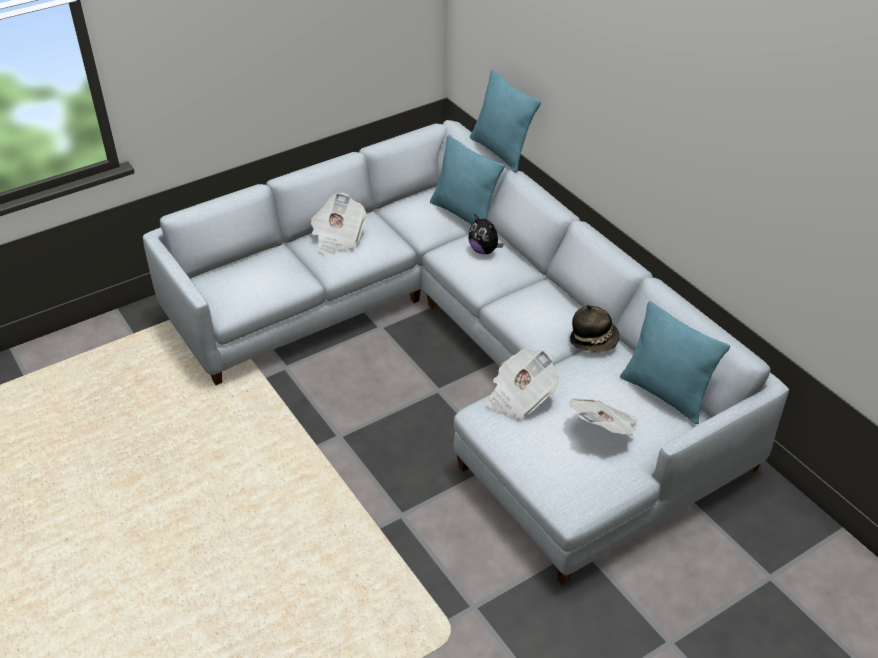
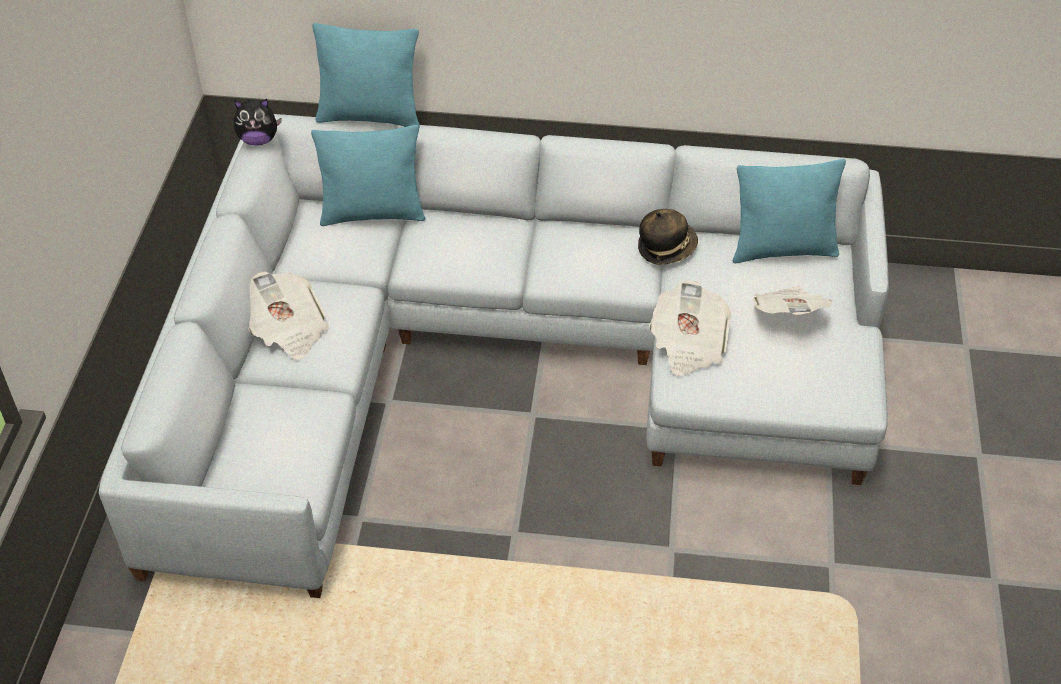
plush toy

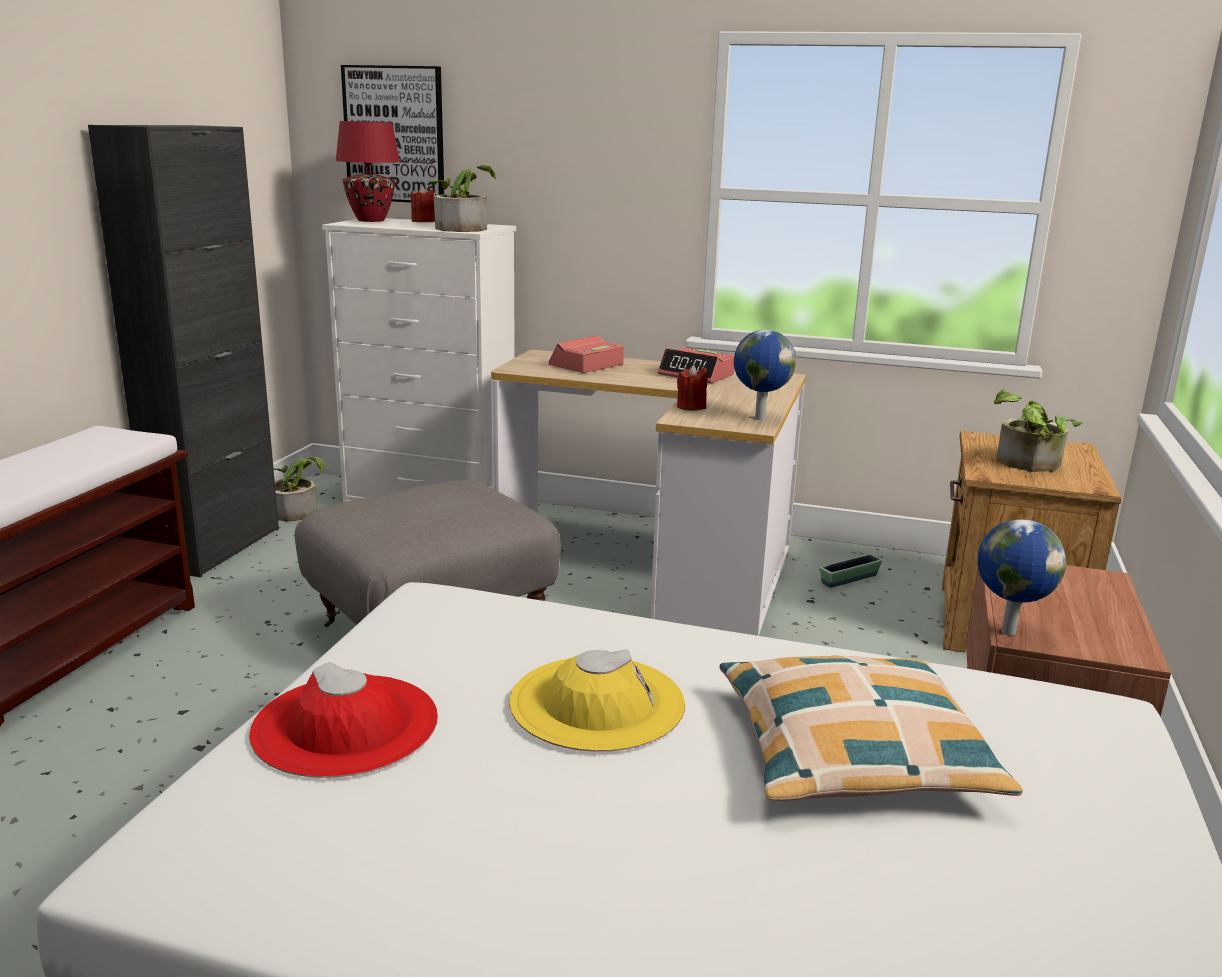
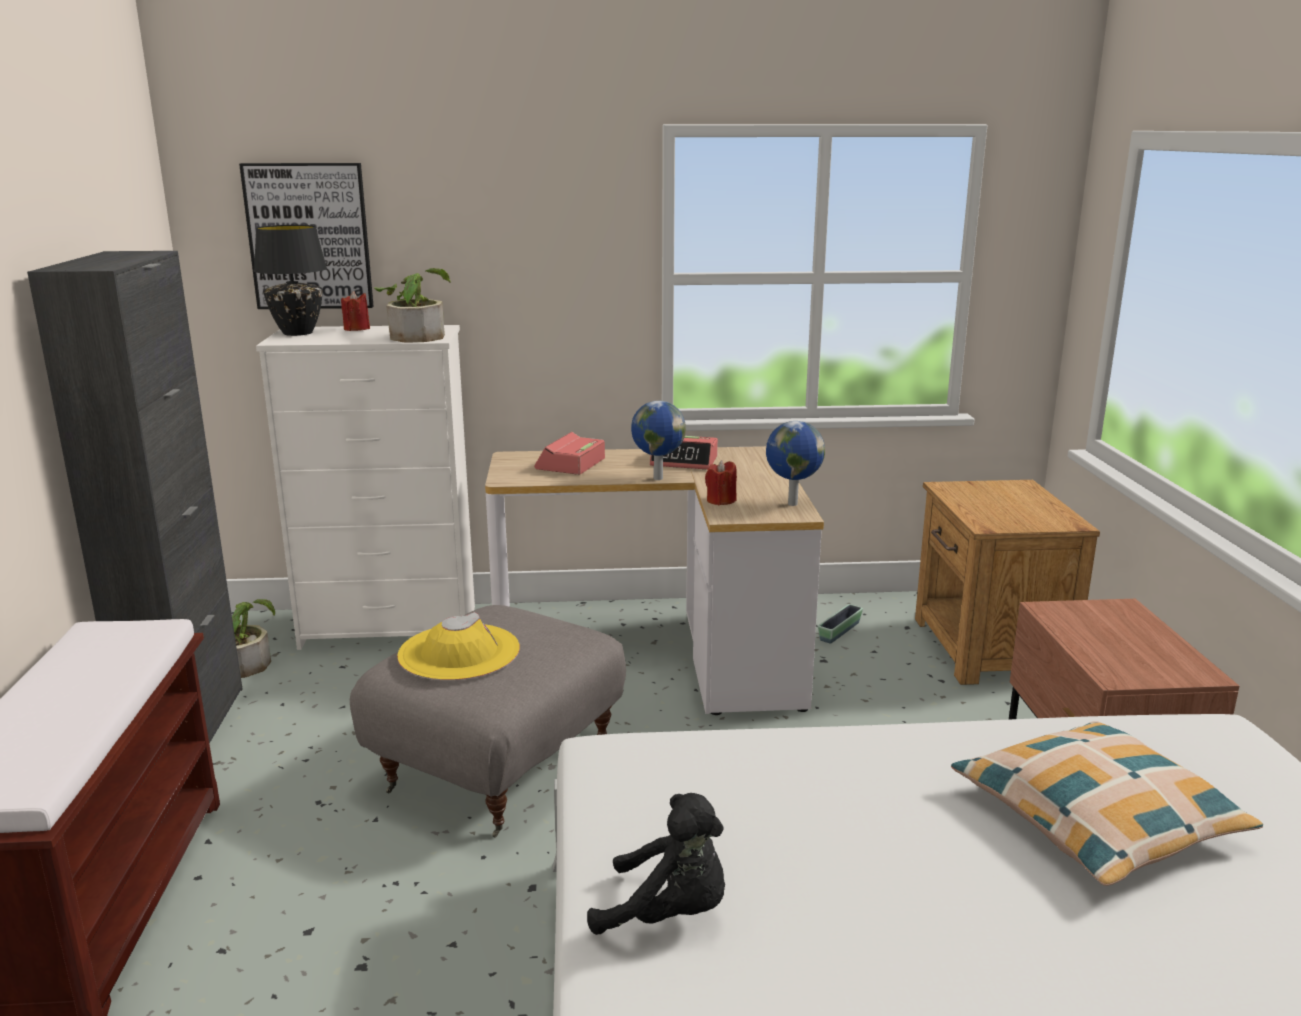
tabletop lamp (black); hat (yellow-coloured); plush toy (black); world globe (1st from left); houseplant (3rd from left in the first image)

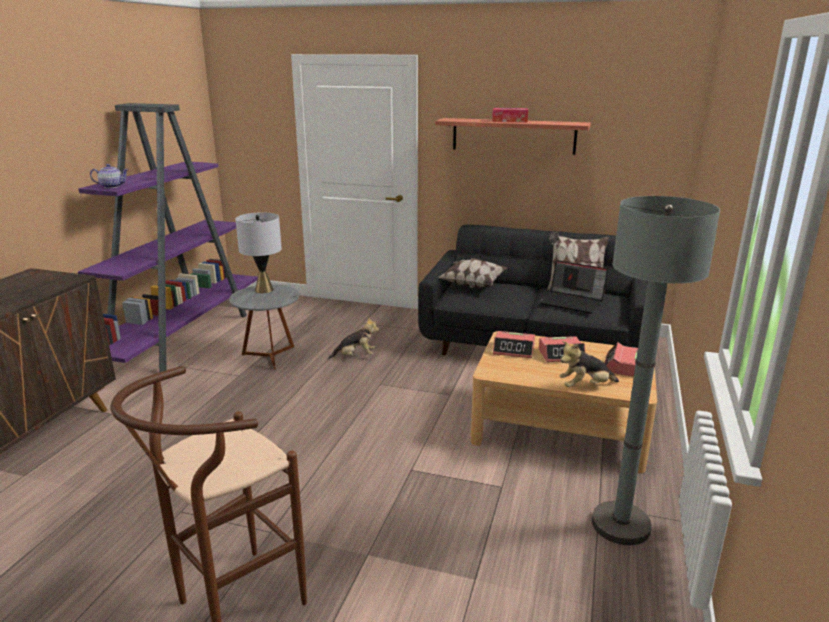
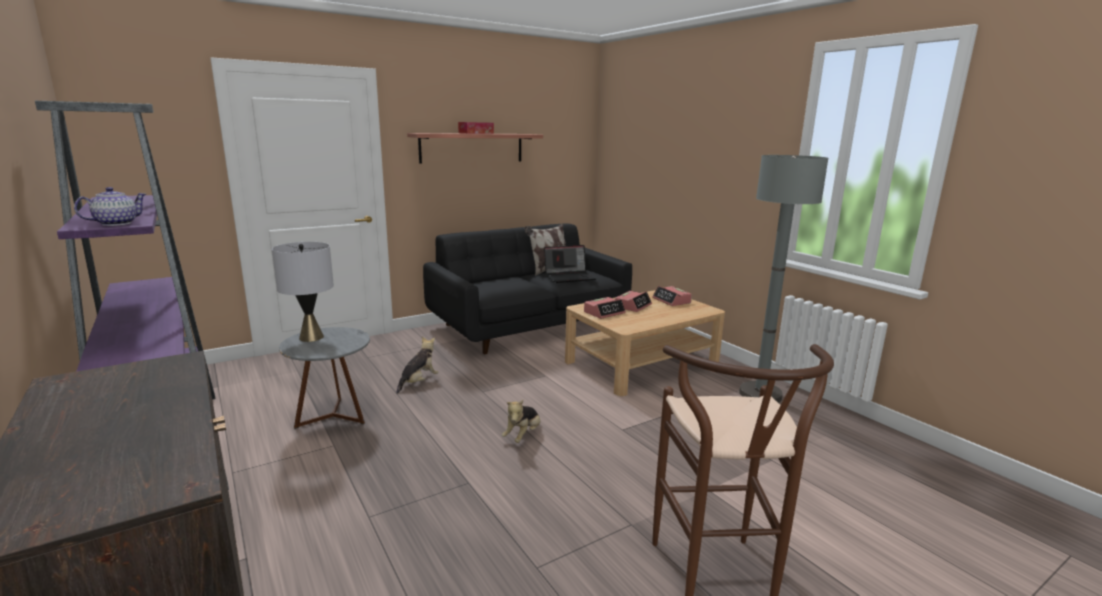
plush toy (2nd from left); cushion (1st from left in the first image)

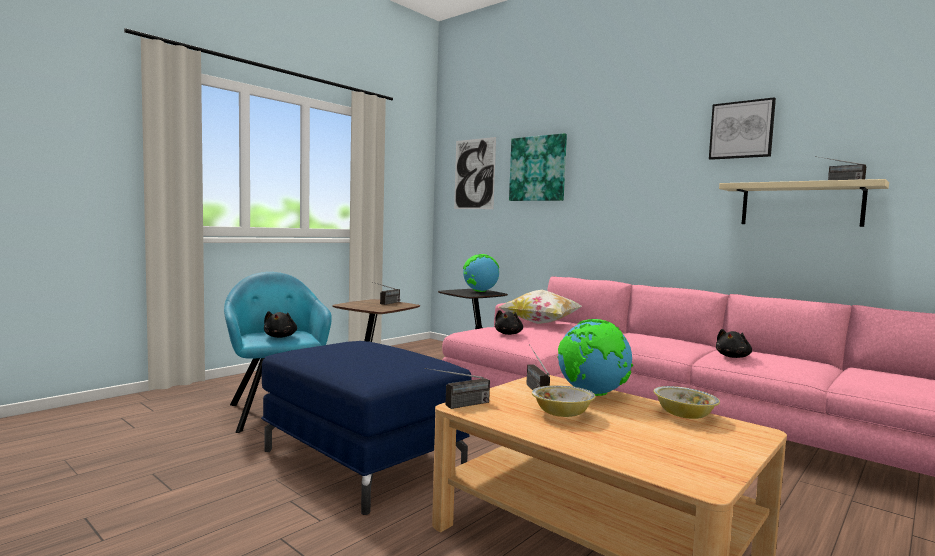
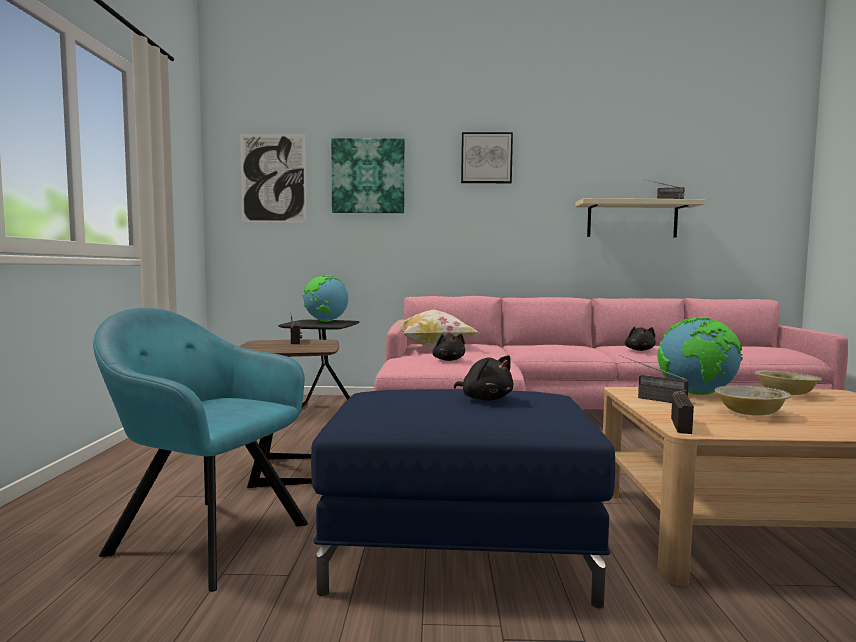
plush toy (black) (2nd from left); wall art (3rd from left)

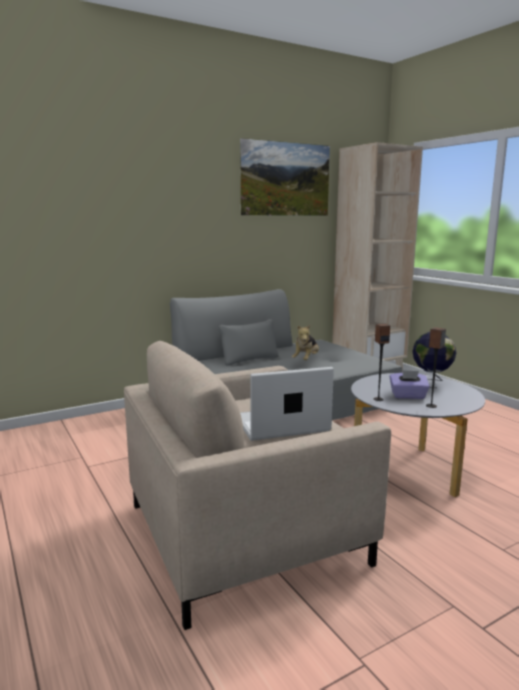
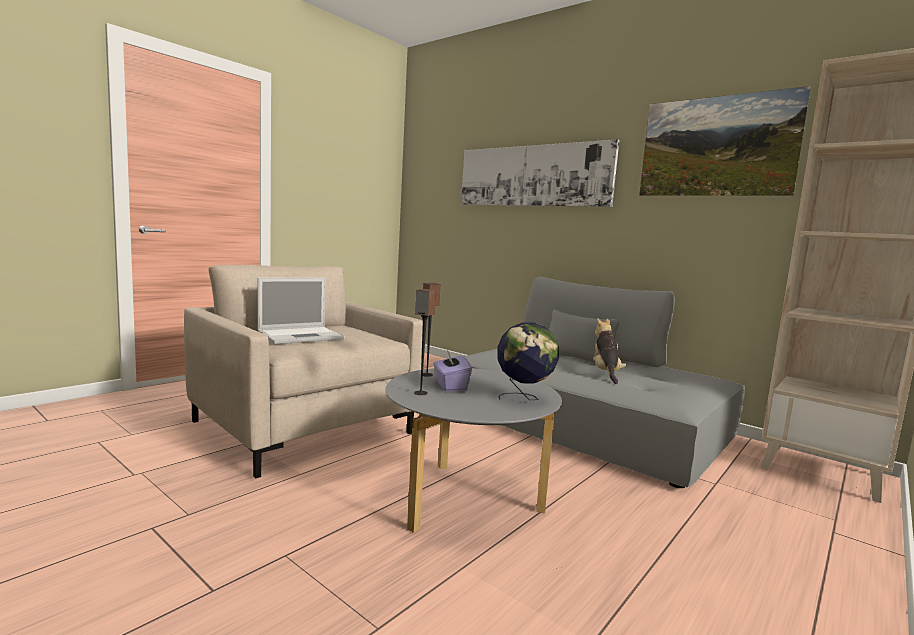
portable computer; wall art (1st from left); plush toy

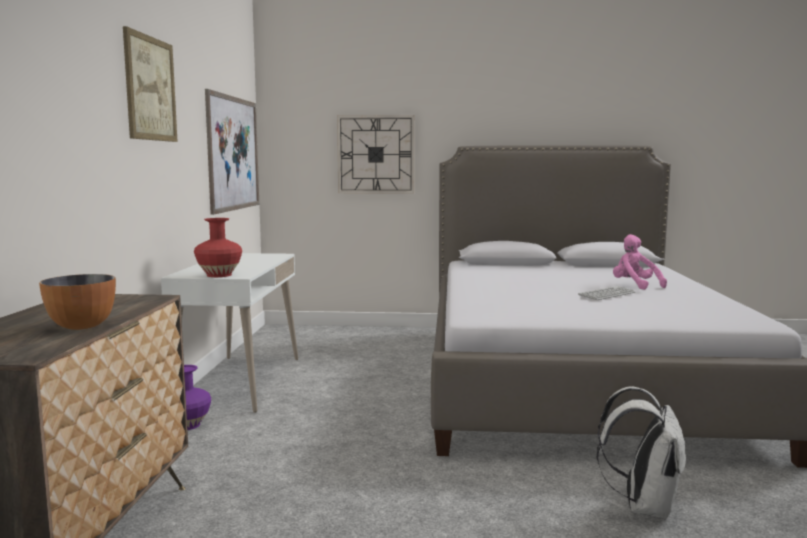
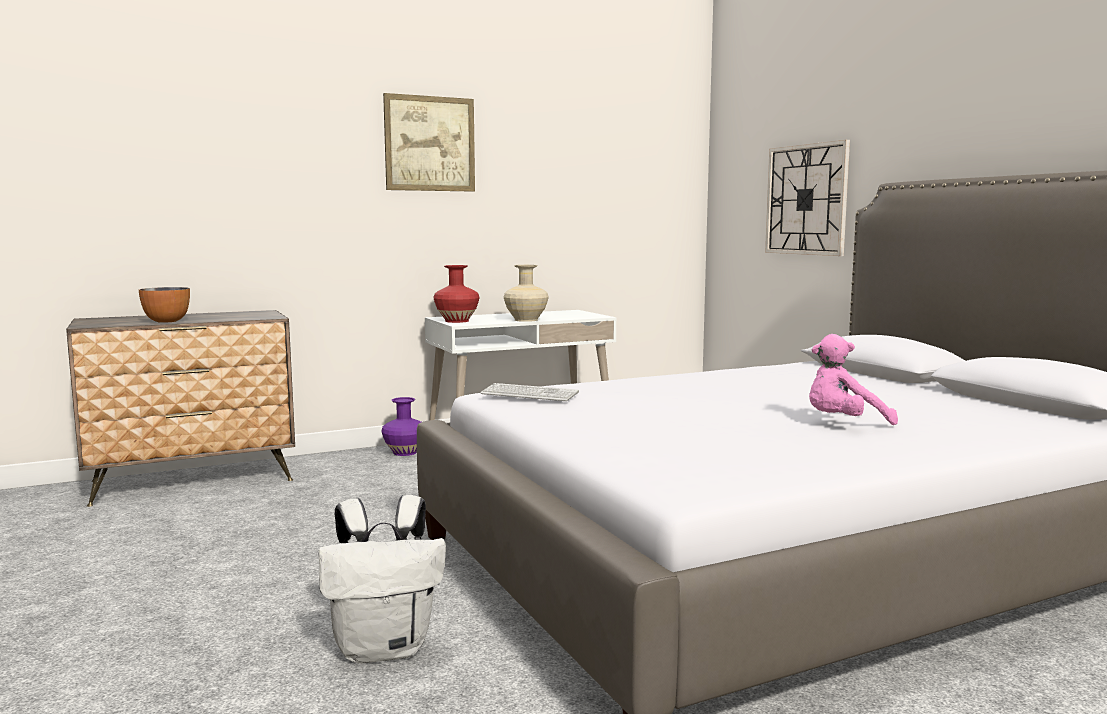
computer keyboard; decorative vase (beige); plush toy (pink); wall art (2nd from left in the first image)

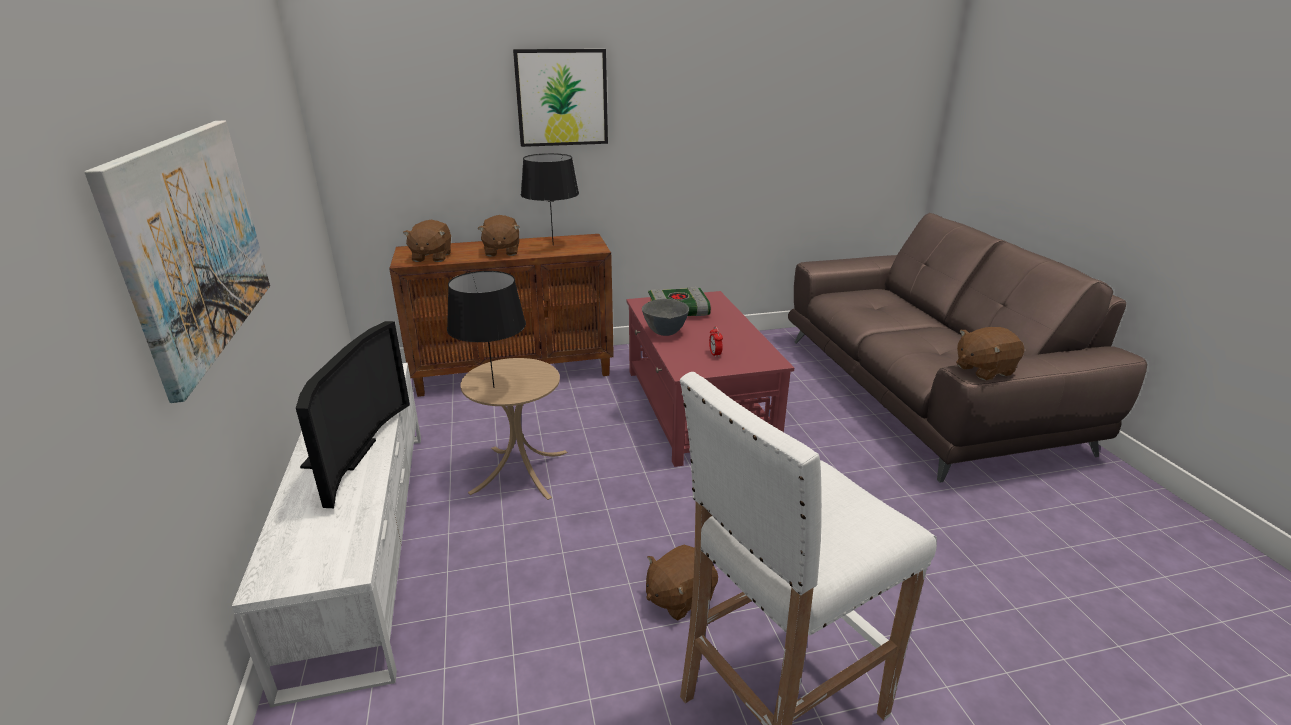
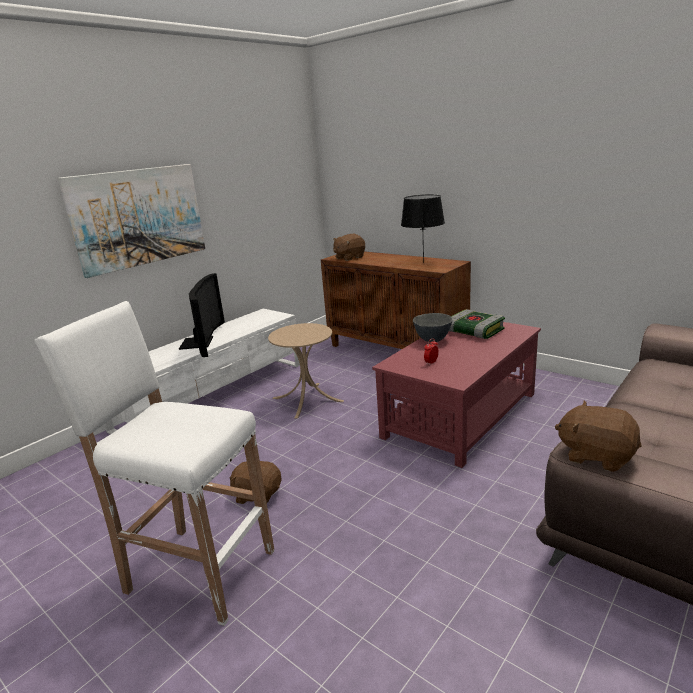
television; tabletop lamp (black) (1st from left in the first image); plush toy (brown-coloured) (2nd from left in the first image); wall art (2nd from left in the first image)

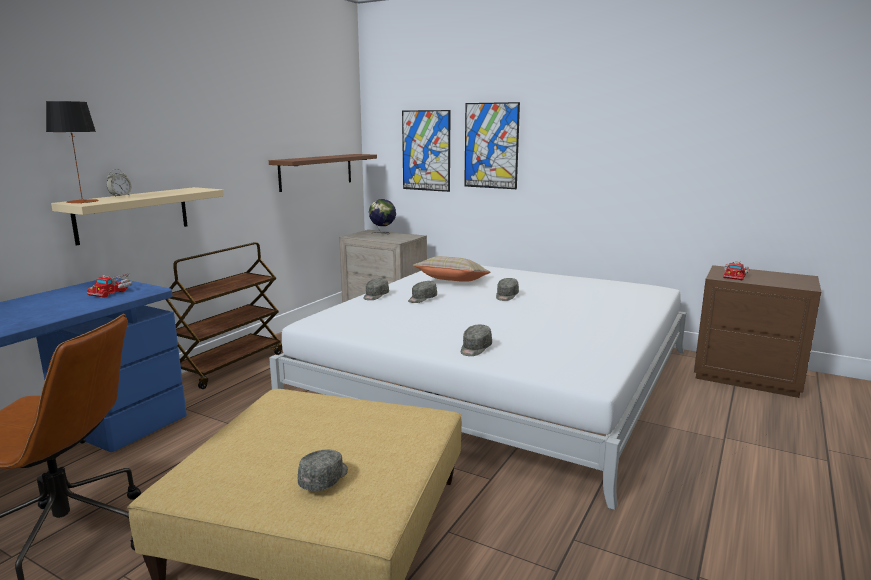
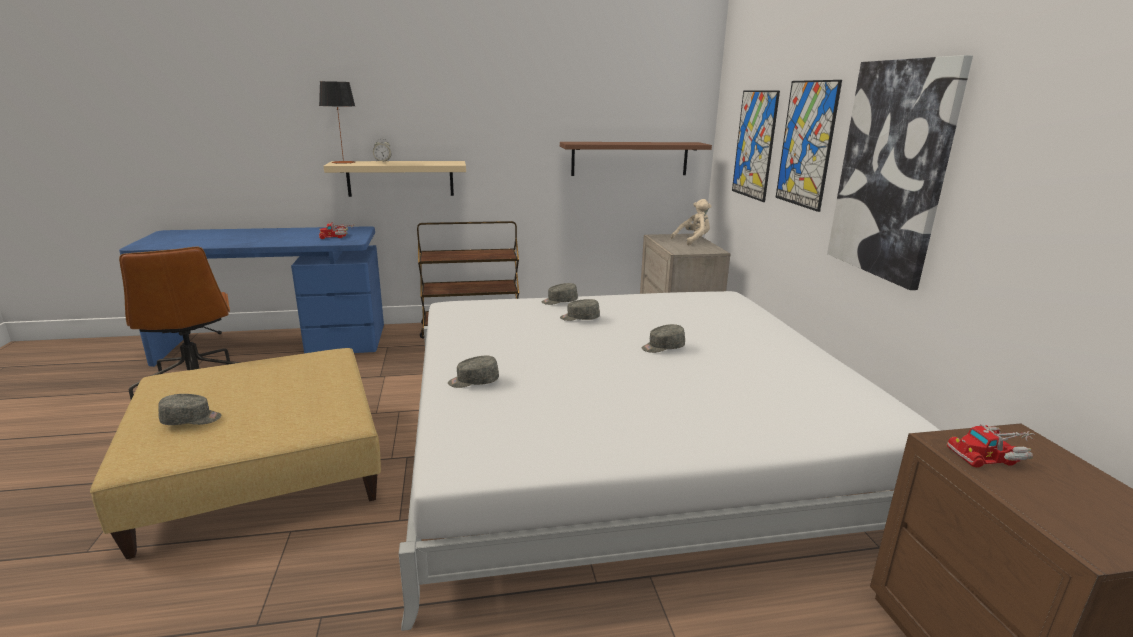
plush toy (beige); wall art (3rd from left); cushion (beige)

